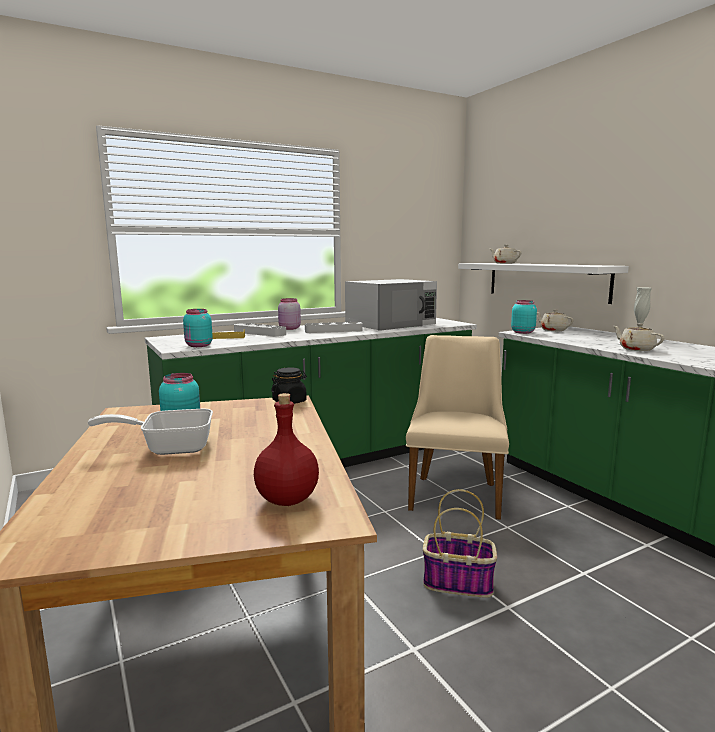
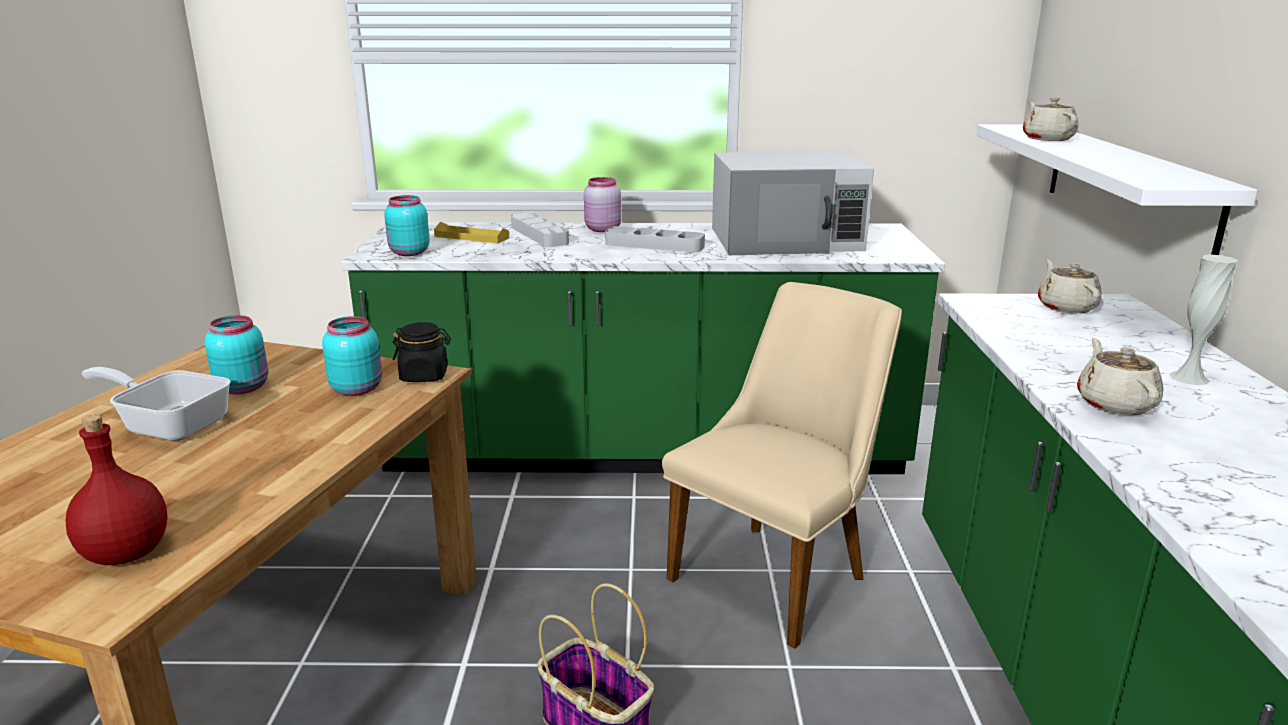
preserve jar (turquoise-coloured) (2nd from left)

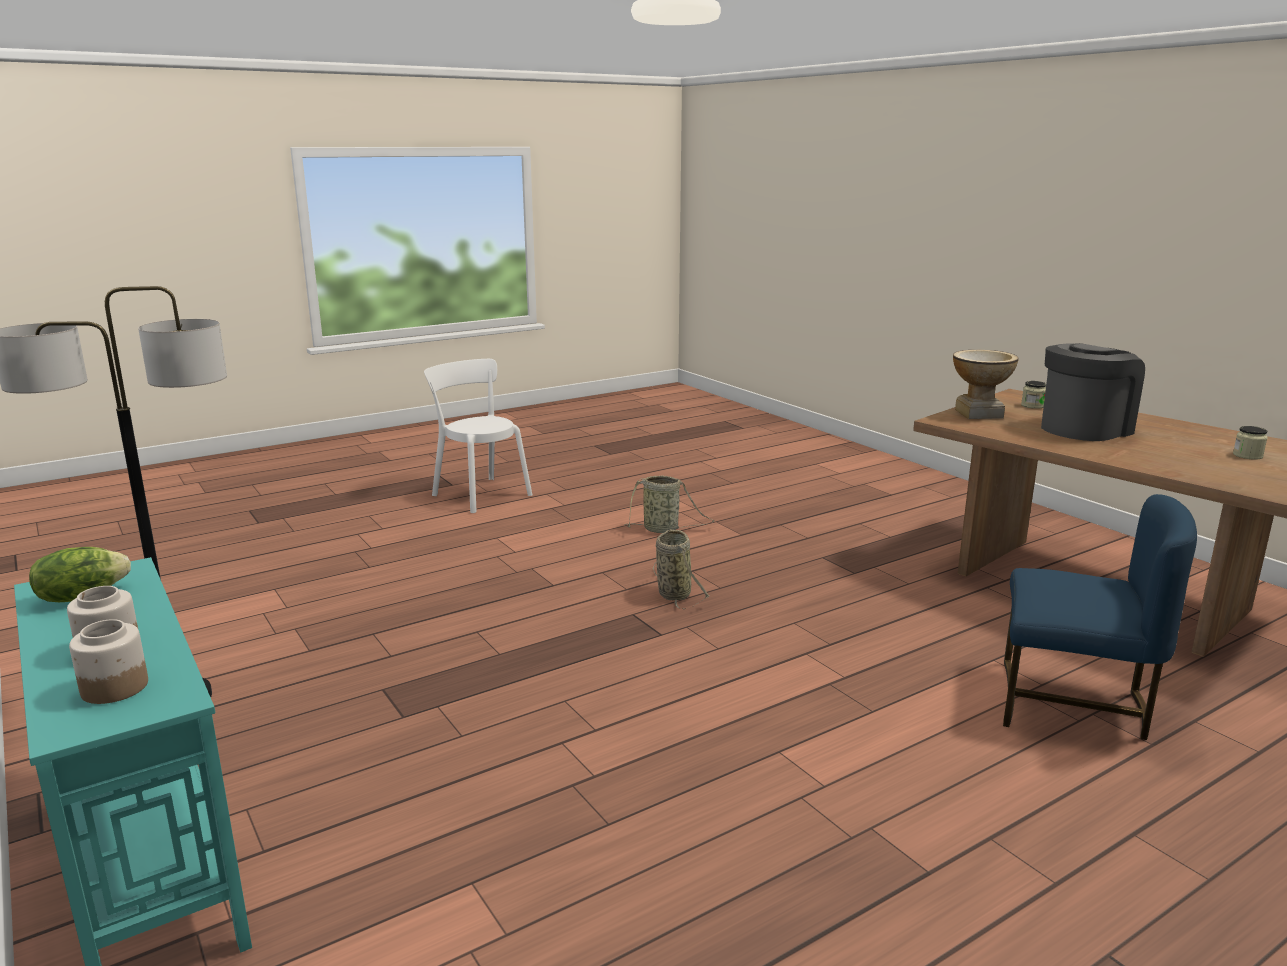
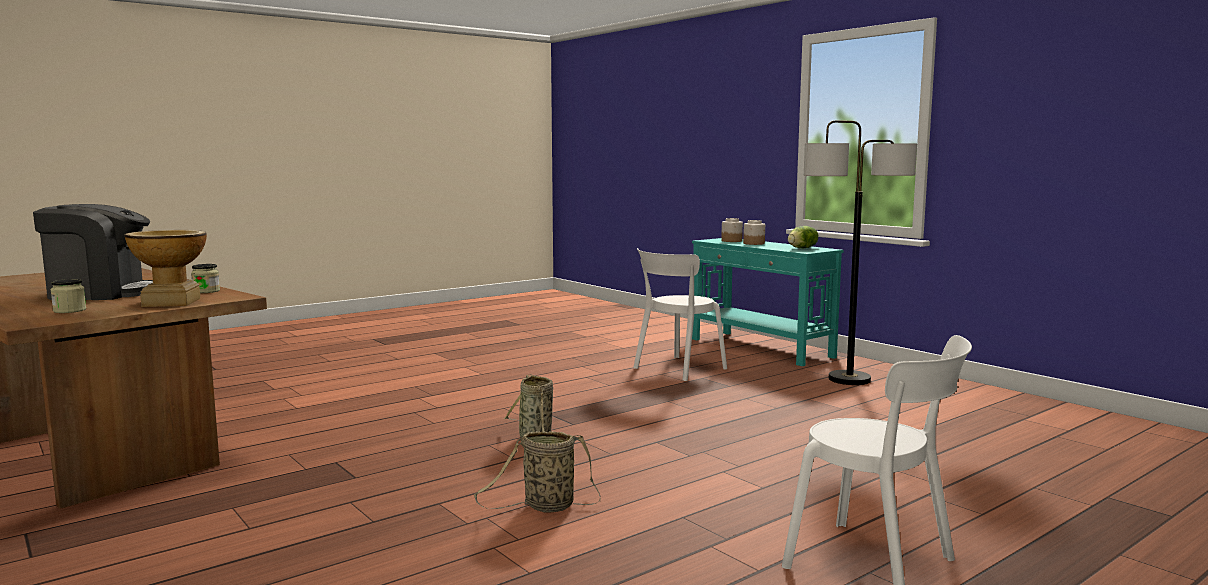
coffee brewer; preserve jar (2nd from left); plain chair (white-coloured) (1st from left); plain chair (bluish)

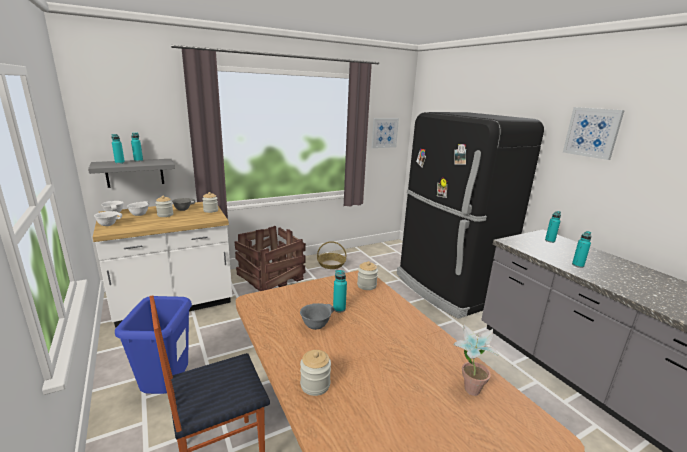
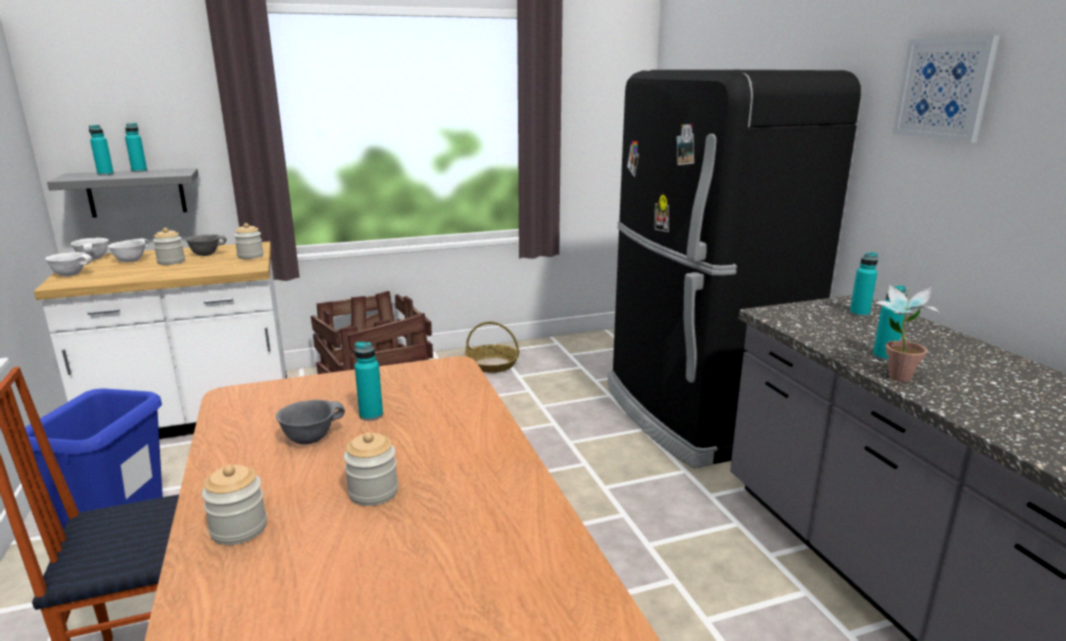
preserve jar (4th from left); houseplant; wall art (1st from left in the first image)

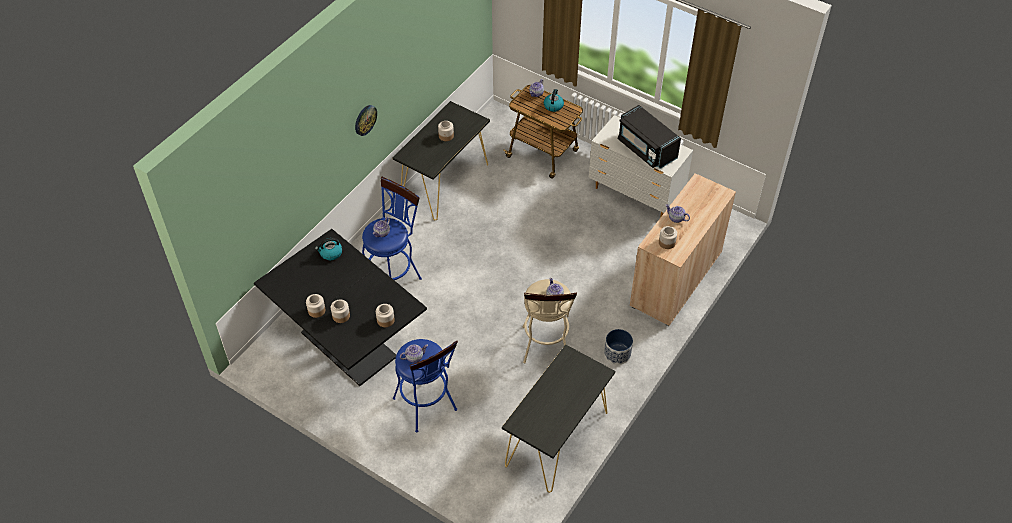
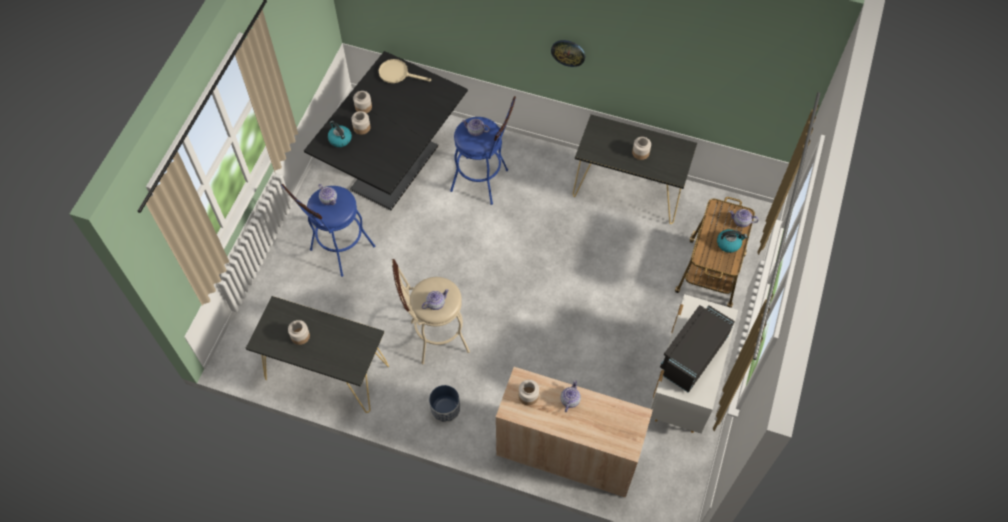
preserve jar (1st from left); kettle (1st from left); pan (beige)

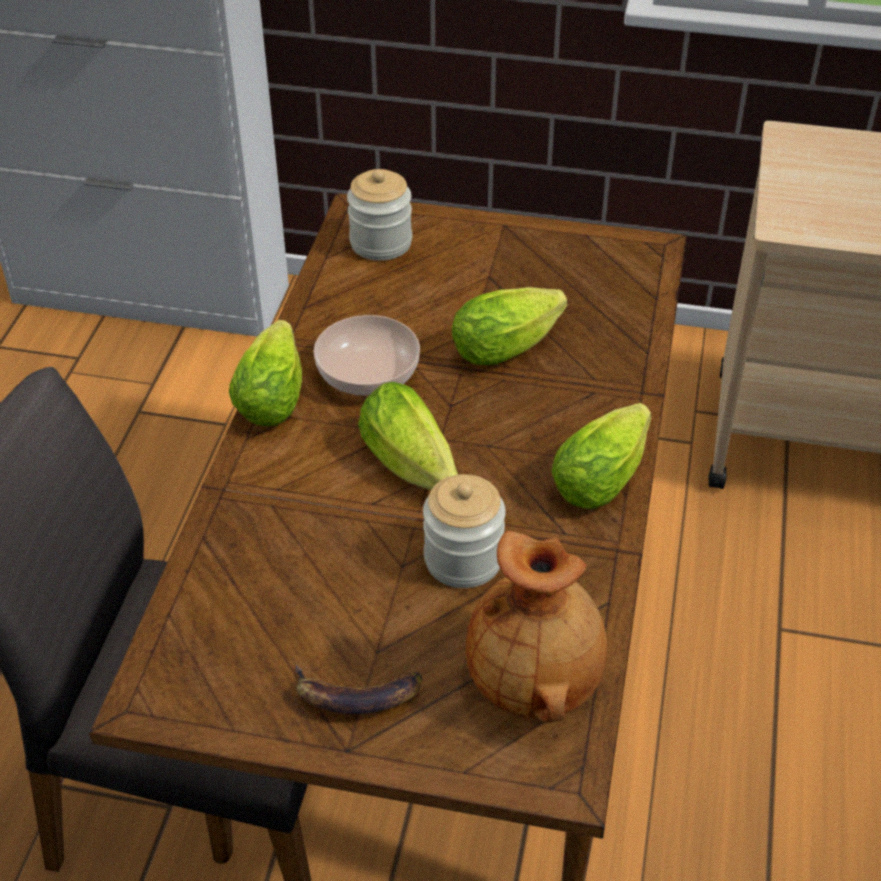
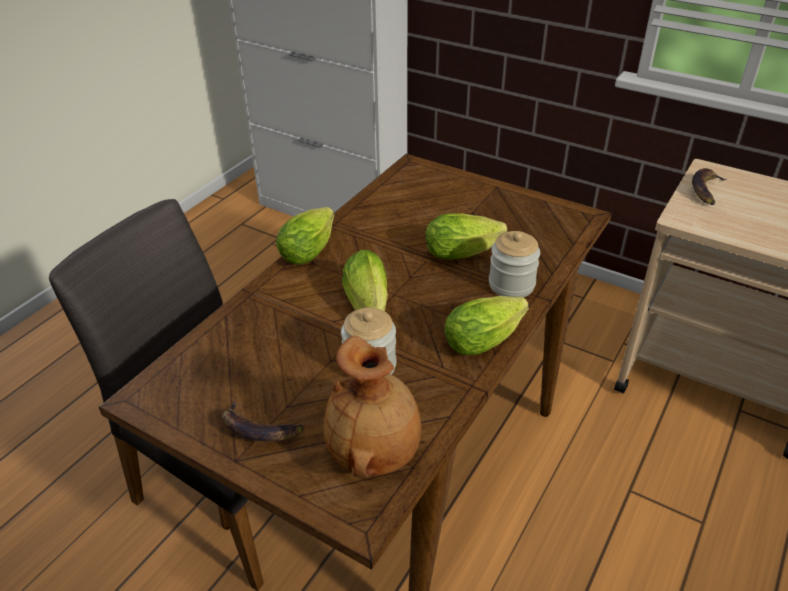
preserve jar (2nd from left); banana fruit (2nd from left); serving bowl

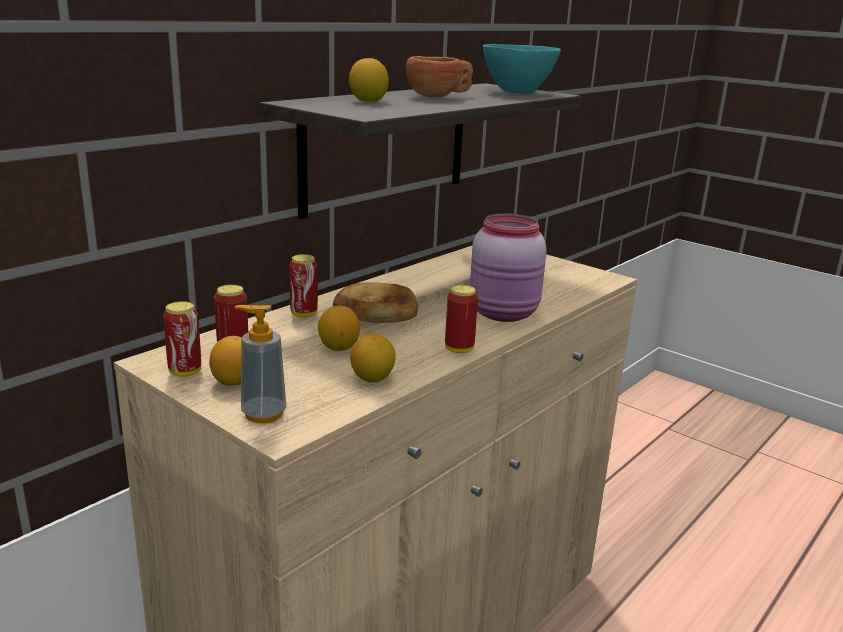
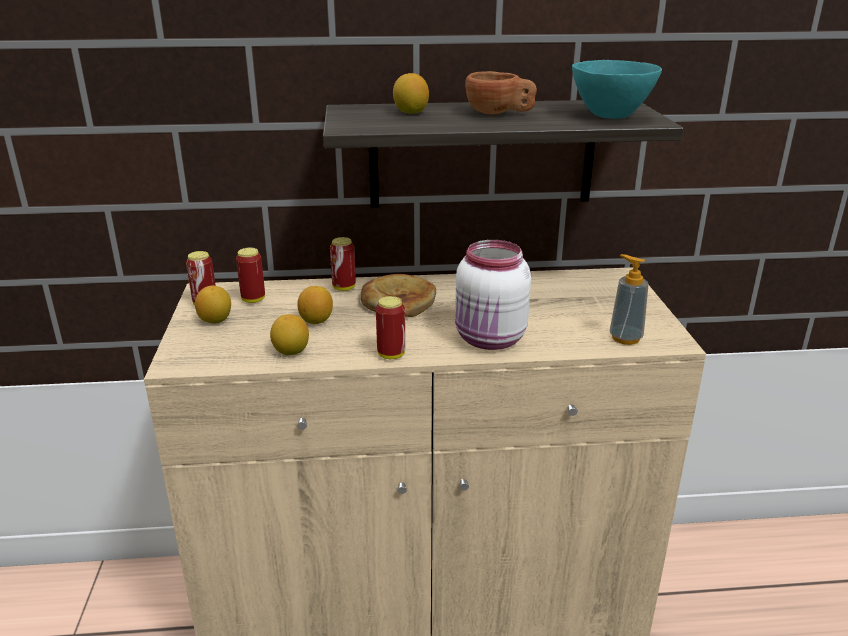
preserve jar (white-coloured); soap bottle

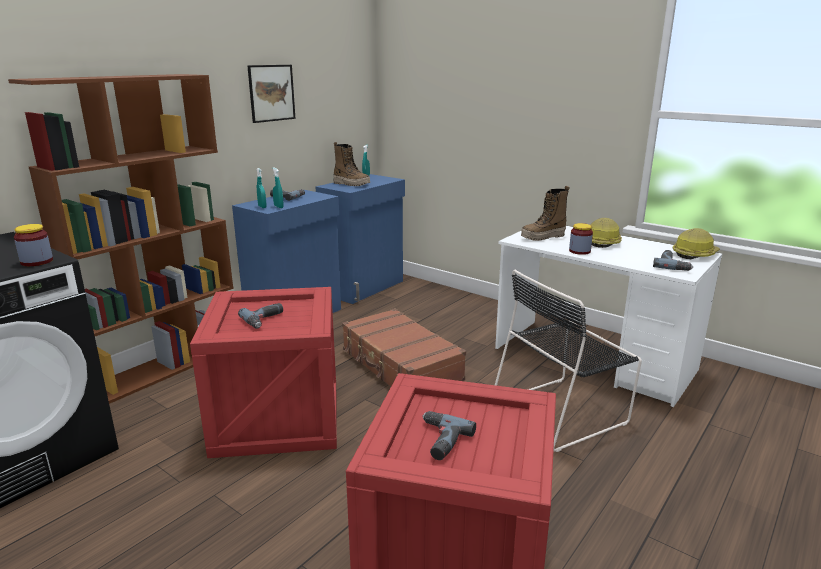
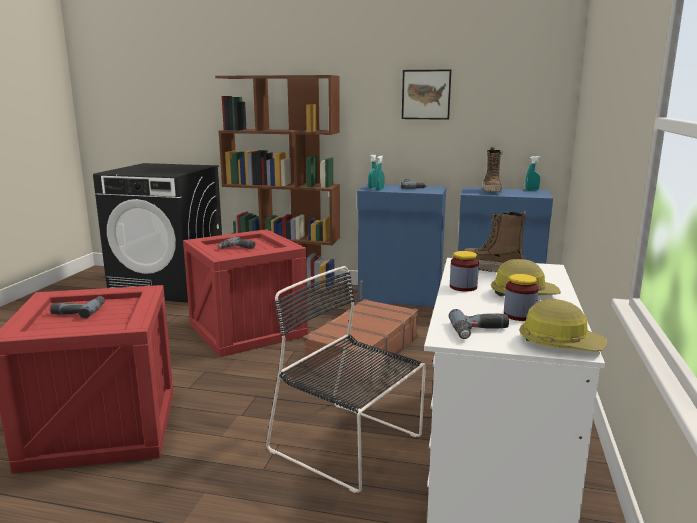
preserve jar (2nd from left)

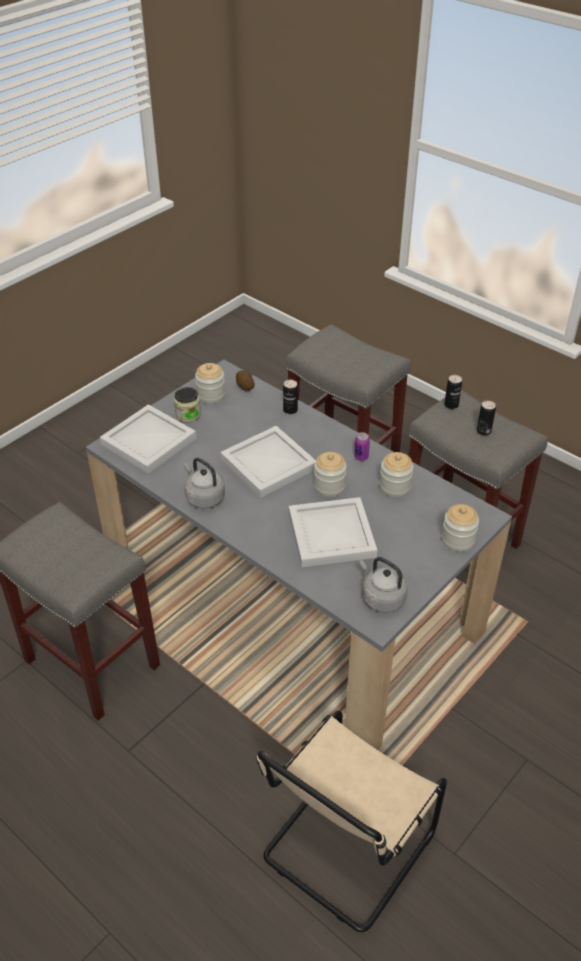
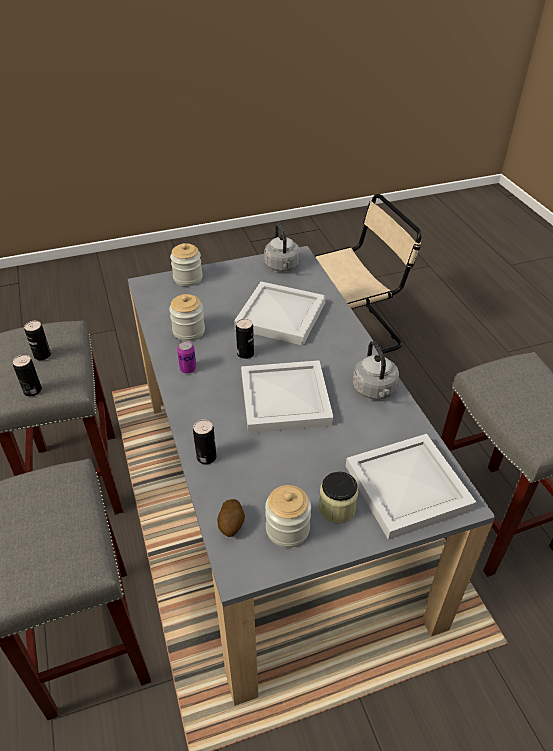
metal can (5th from left)

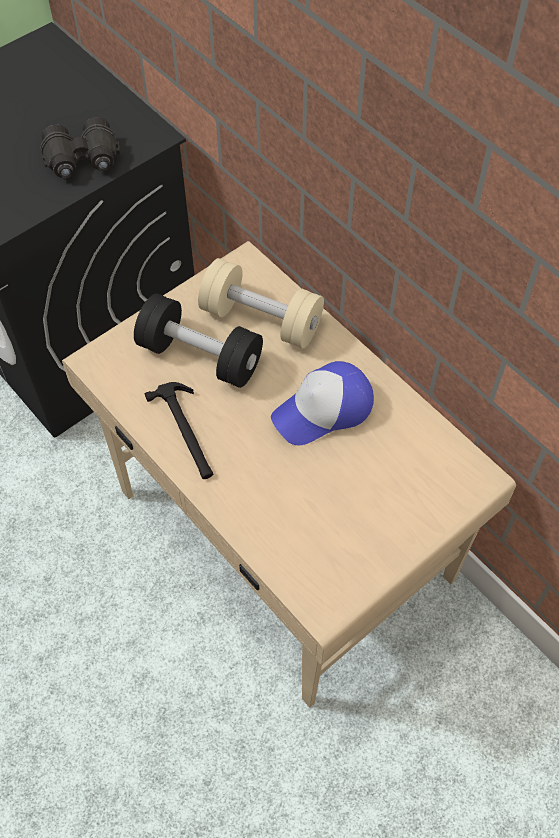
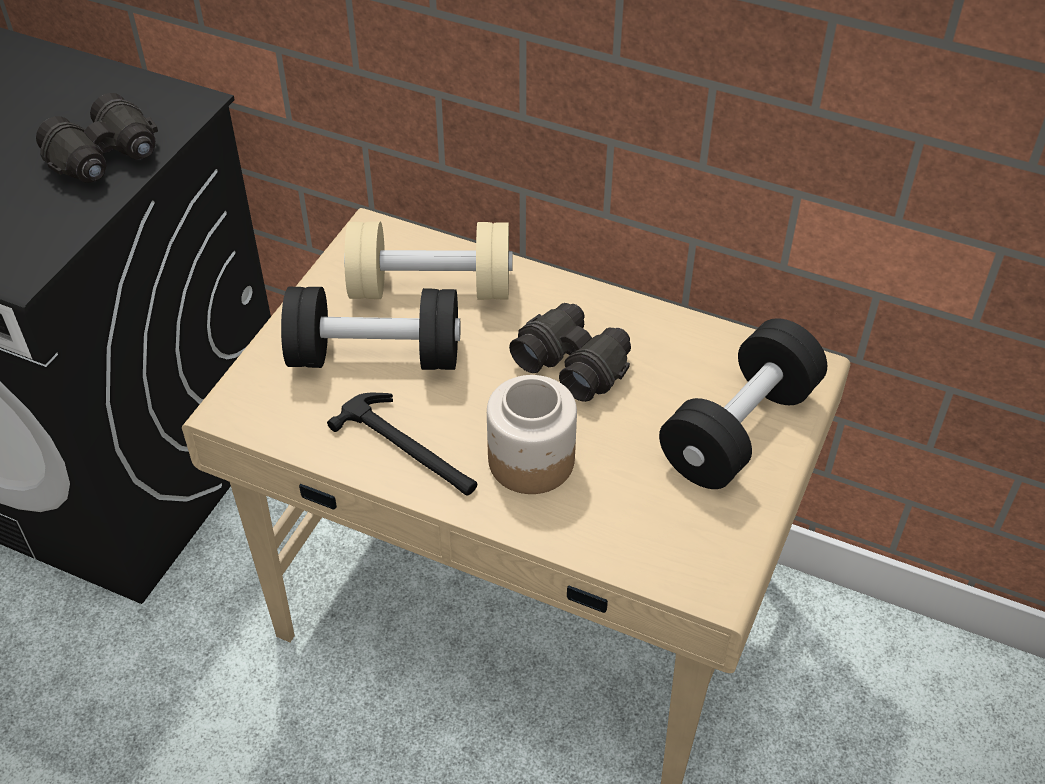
preserve jar; field glasses (black) (2nd from left); free weight (black) (2nd from left)

